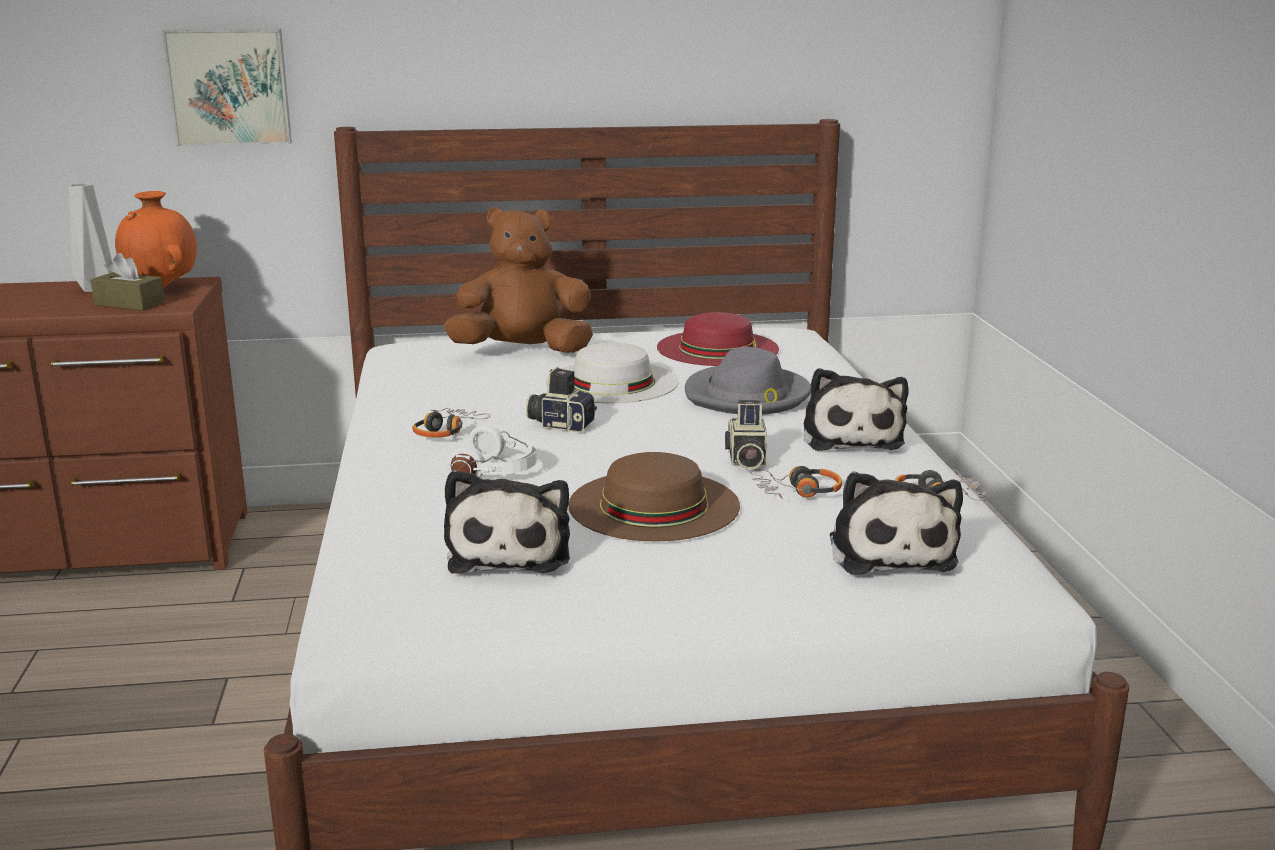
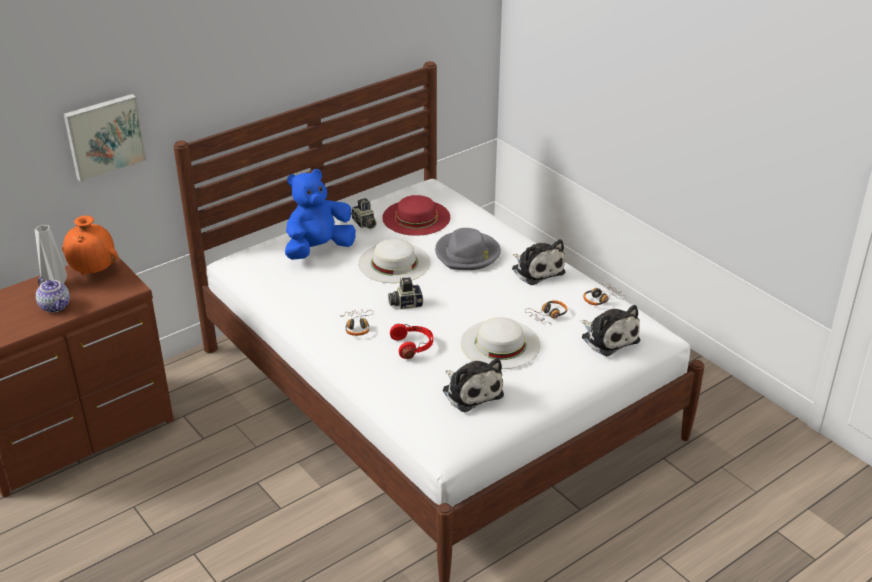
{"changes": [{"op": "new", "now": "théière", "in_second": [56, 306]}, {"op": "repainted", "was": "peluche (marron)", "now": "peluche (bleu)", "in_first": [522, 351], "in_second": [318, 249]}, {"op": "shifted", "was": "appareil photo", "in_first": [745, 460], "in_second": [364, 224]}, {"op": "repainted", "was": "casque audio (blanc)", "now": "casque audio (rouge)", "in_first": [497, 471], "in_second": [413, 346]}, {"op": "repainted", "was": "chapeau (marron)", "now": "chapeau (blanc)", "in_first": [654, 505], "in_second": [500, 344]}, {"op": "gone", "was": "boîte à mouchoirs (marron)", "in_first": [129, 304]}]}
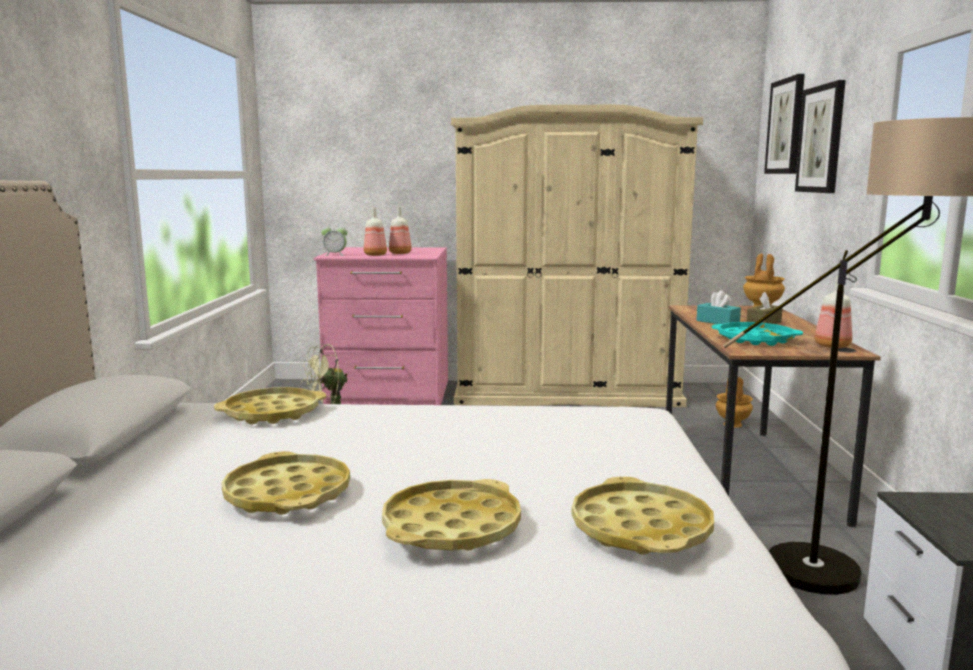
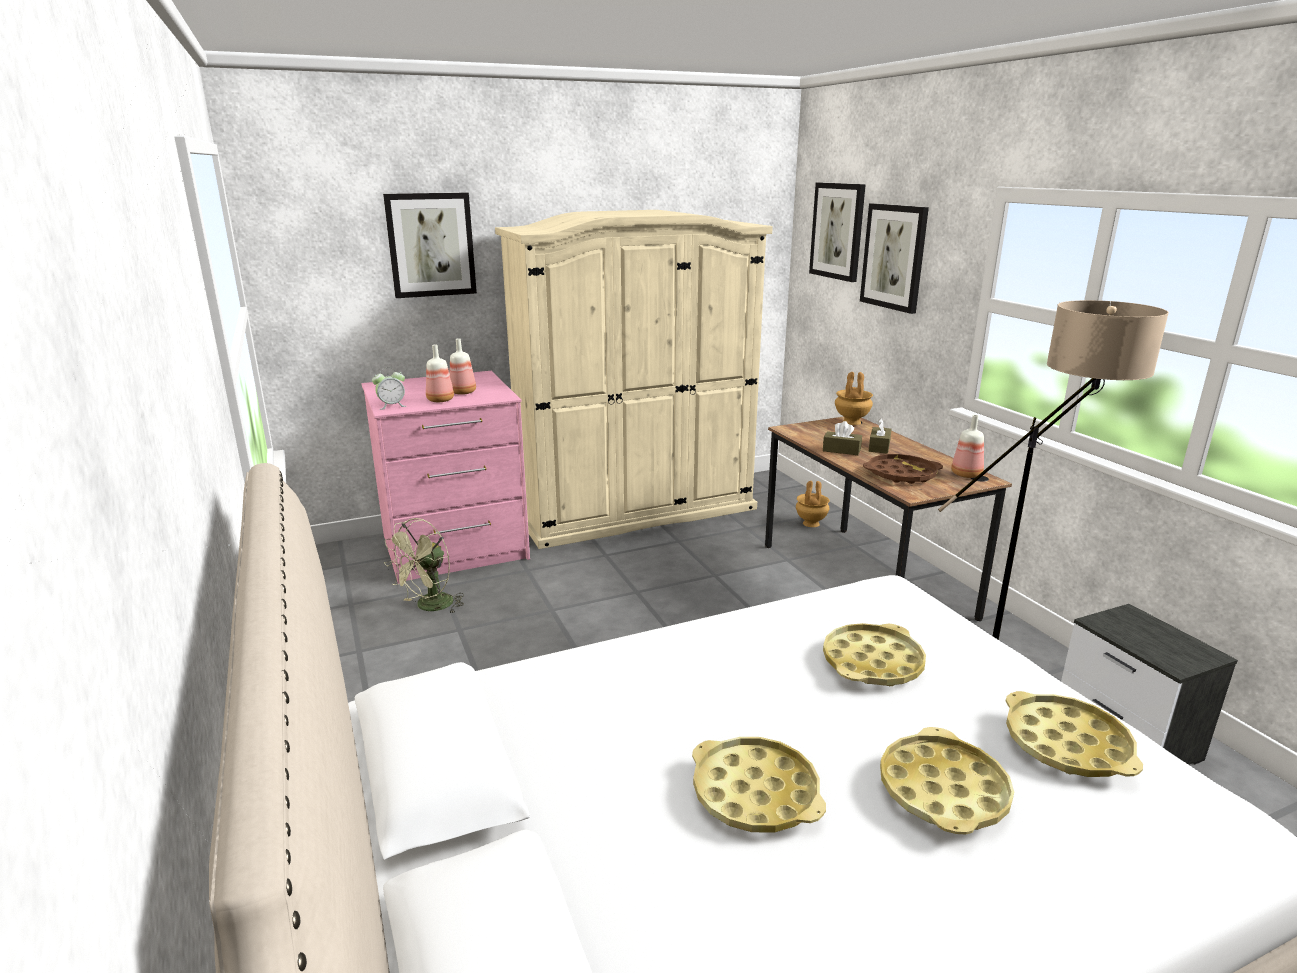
{"changes": [{"op": "new", "now": "tableau", "in_second": [431, 245]}, {"op": "repainted", "was": "boîte à mouchoirs (turquoise)", "now": "boîte à mouchoirs (marron)", "in_first": [717, 322], "in_second": [841, 450]}, {"op": "shifted", "was": "plateau (jaune)", "in_first": [272, 413], "in_second": [872, 663]}, {"op": "repainted", "was": "plateau (turquoise)", "now": "plateau (marron)", "in_first": [755, 339], "in_second": [901, 474]}]}
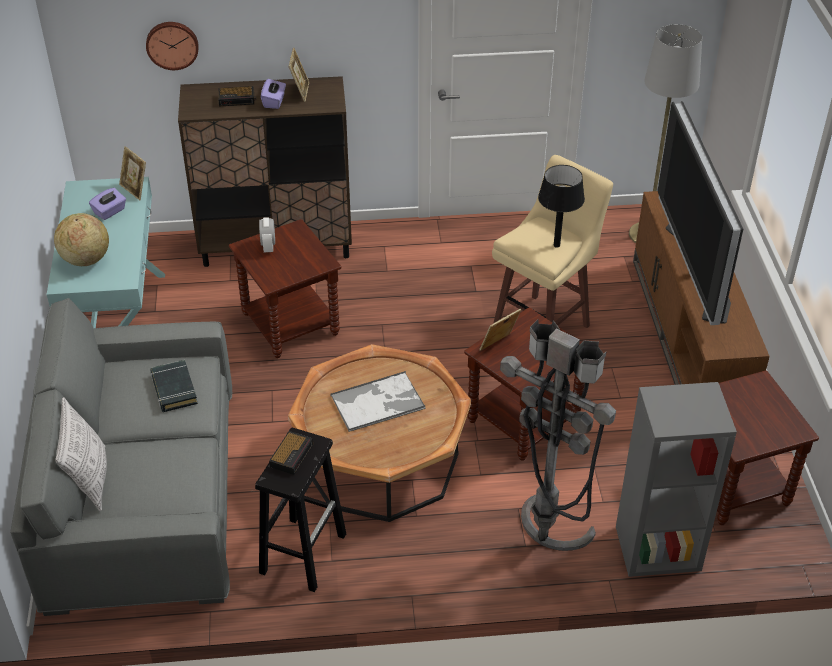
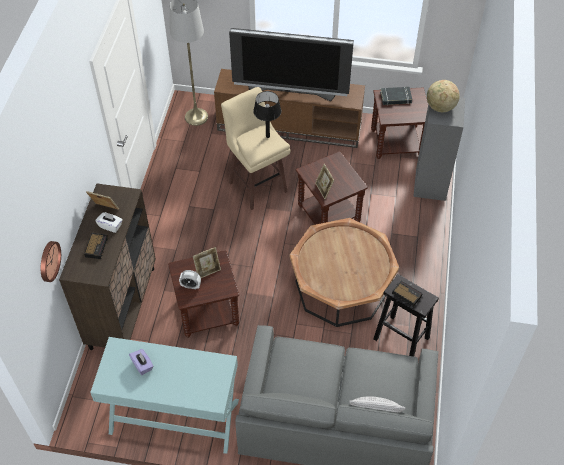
{"changes": [{"op": "repainted", "was": "boîte à mouchoirs (violet)", "now": "boîte à mouchoirs (blanc)", "in_first": [274, 101], "in_second": [110, 226]}, {"op": "shifted", "was": "cadre photo", "in_first": [135, 189], "in_second": [208, 271]}, {"op": "shifted", "was": "livre (noir)", "in_first": [174, 389], "in_second": [395, 98]}, {"op": "shifted", "was": "globe", "in_first": [86, 260], "in_second": [440, 107]}, {"op": "gone", "was": "plateau", "in_first": [378, 402]}, {"op": "gone", "was": "lampadaire (gris)", "in_first": [545, 537]}]}
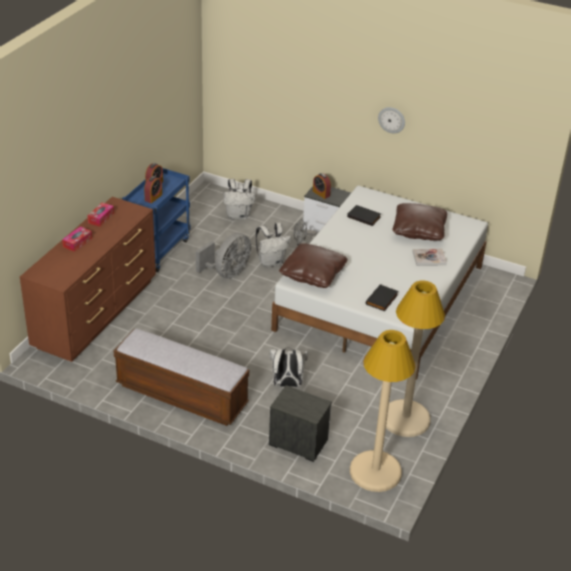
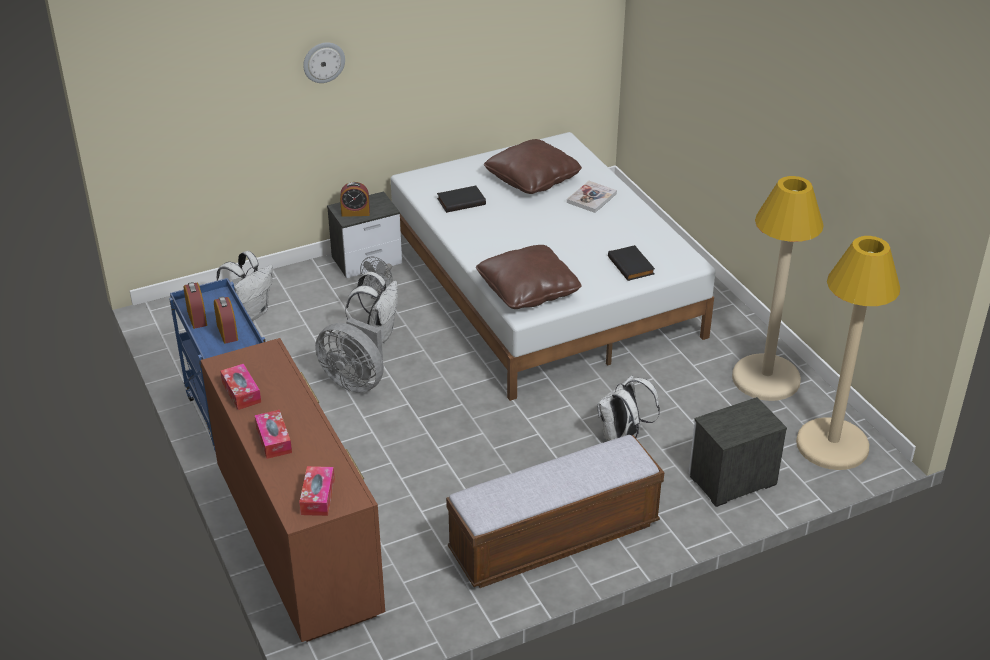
{"changes": [{"op": "new", "now": "boîte à mouchoirs", "in_second": [318, 497]}, {"op": "shifted", "was": "horloge murale", "in_first": [391, 119], "in_second": [323, 62]}, {"op": "rotated", "was": "ventilateur (gris)", "in_first": [227, 273], "in_second": [355, 381], "clockwise": 135}]}
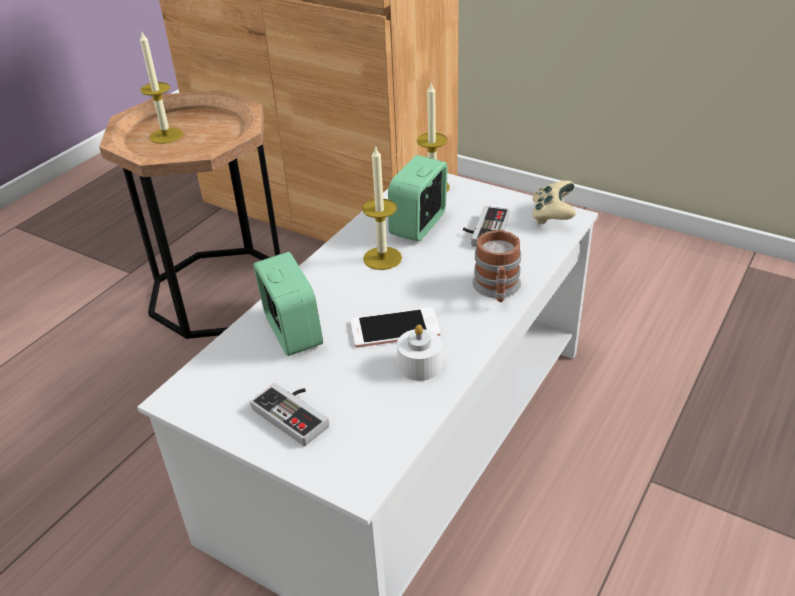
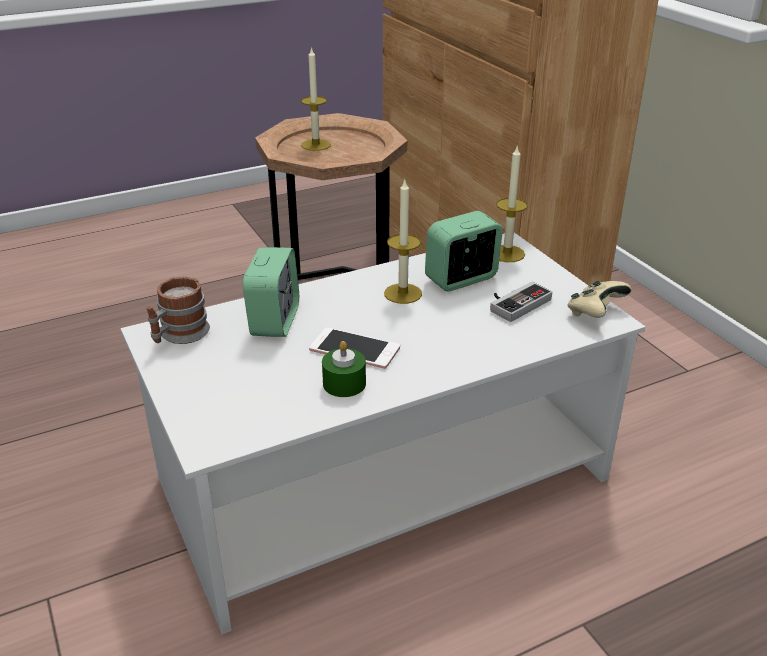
{"changes": [{"op": "shifted", "was": "mug", "in_first": [497, 289], "in_second": [179, 335]}, {"op": "repainted", "was": "bougie (blanc)", "now": "bougie (vert)", "in_first": [419, 365], "in_second": [344, 384]}, {"op": "gone", "was": "manette", "in_first": [296, 413]}]}
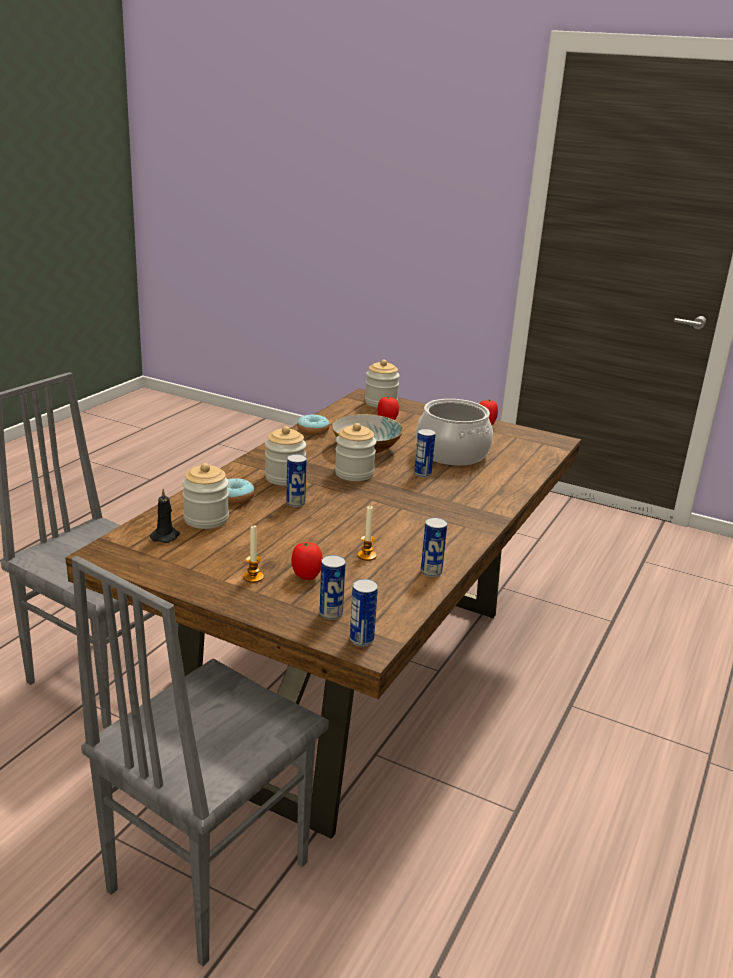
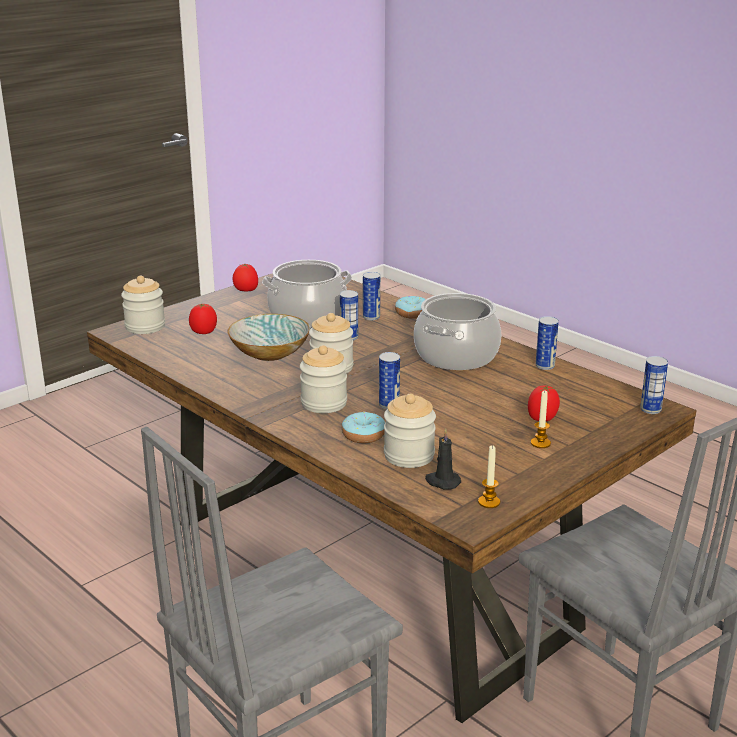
{"changes": [{"op": "shifted", "was": "boîte métallique", "in_first": [331, 613], "in_second": [371, 317]}, {"op": "shifted", "was": "beignet", "in_first": [313, 430], "in_second": [412, 313]}, {"op": "new", "now": "marmite", "in_second": [456, 355]}, {"op": "shifted", "was": "bougie", "in_first": [366, 556], "in_second": [489, 502]}]}
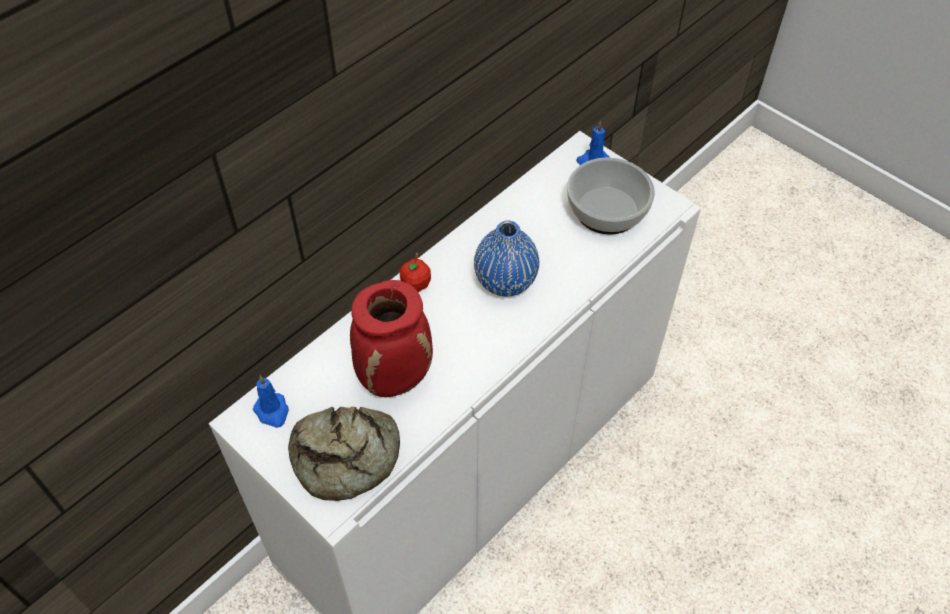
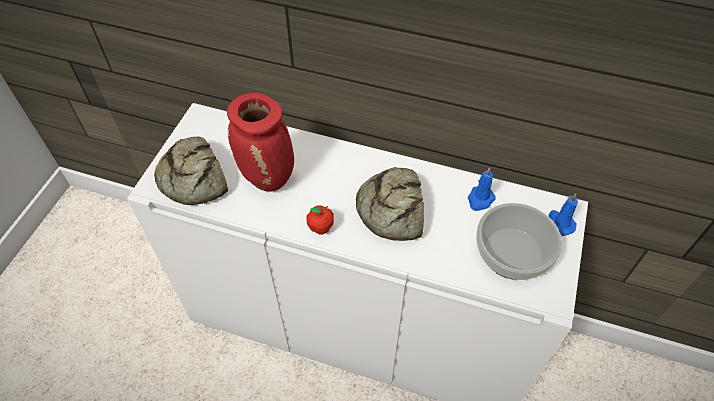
{"changes": [{"op": "shifted", "was": "pomme", "in_first": [416, 285], "in_second": [321, 227]}, {"op": "swapped", "was": "vase (bleu)", "now": "pain", "in_first": [505, 281], "in_second": [392, 209]}, {"op": "shifted", "was": "bougie (bleu)", "in_first": [272, 411], "in_second": [480, 199]}]}
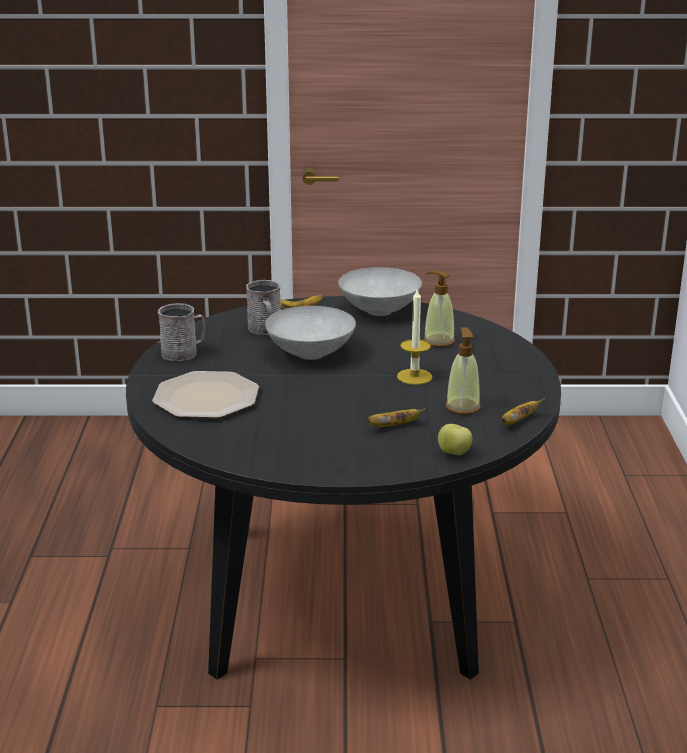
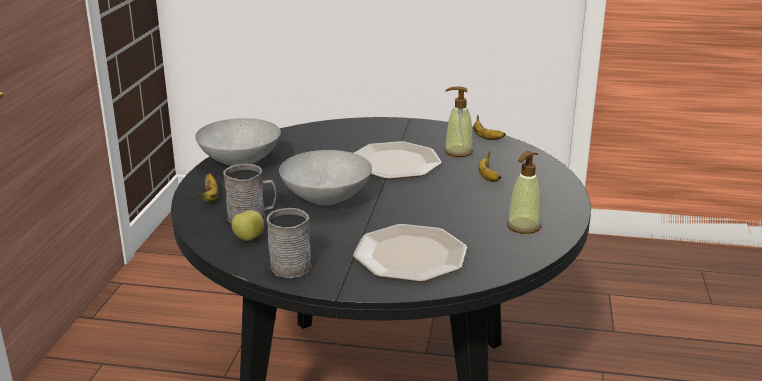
{"changes": [{"op": "shifted", "was": "pomme", "in_first": [454, 454], "in_second": [248, 238]}, {"op": "swapped", "was": "bougie", "now": "assiette", "in_first": [414, 377], "in_second": [395, 162]}, {"op": "shifted", "was": "distributeur de savon", "in_first": [438, 341], "in_second": [523, 226]}]}
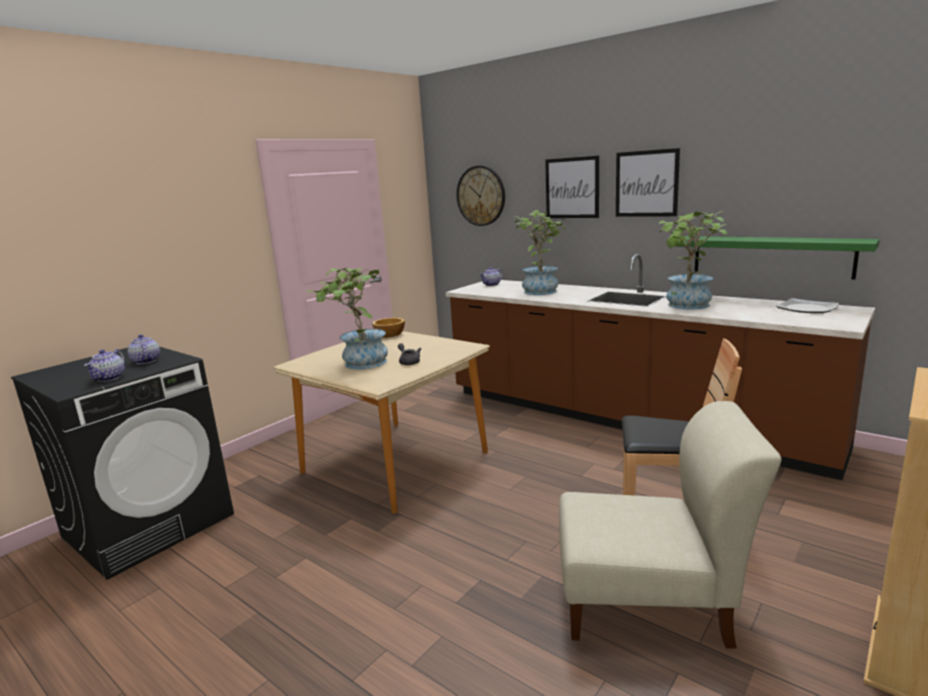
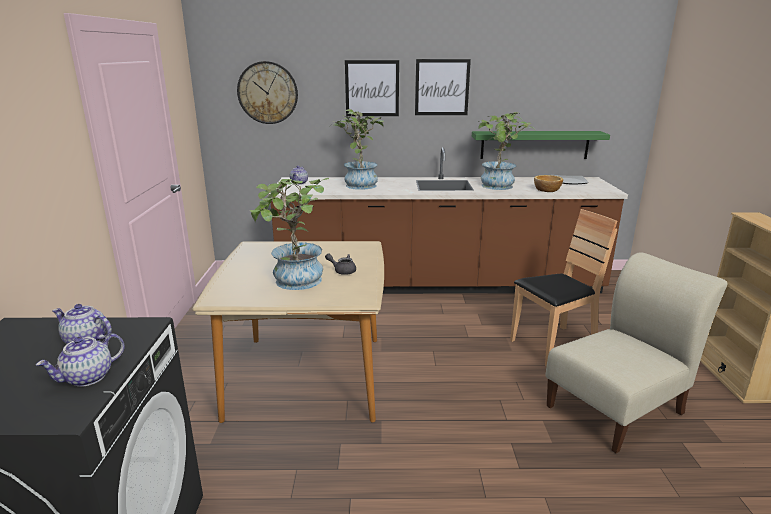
{"changes": [{"op": "rotated", "was": "théière", "in_first": [109, 378], "in_second": [88, 378], "clockwise": 75}, {"op": "shifted", "was": "bol", "in_first": [389, 335], "in_second": [547, 190]}]}
